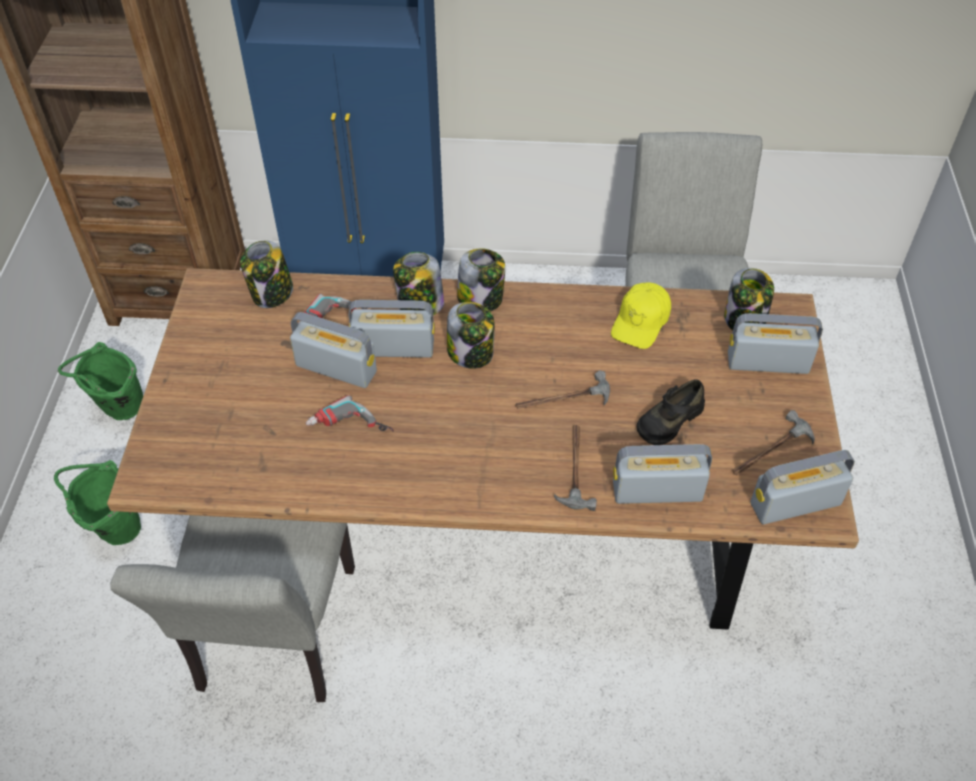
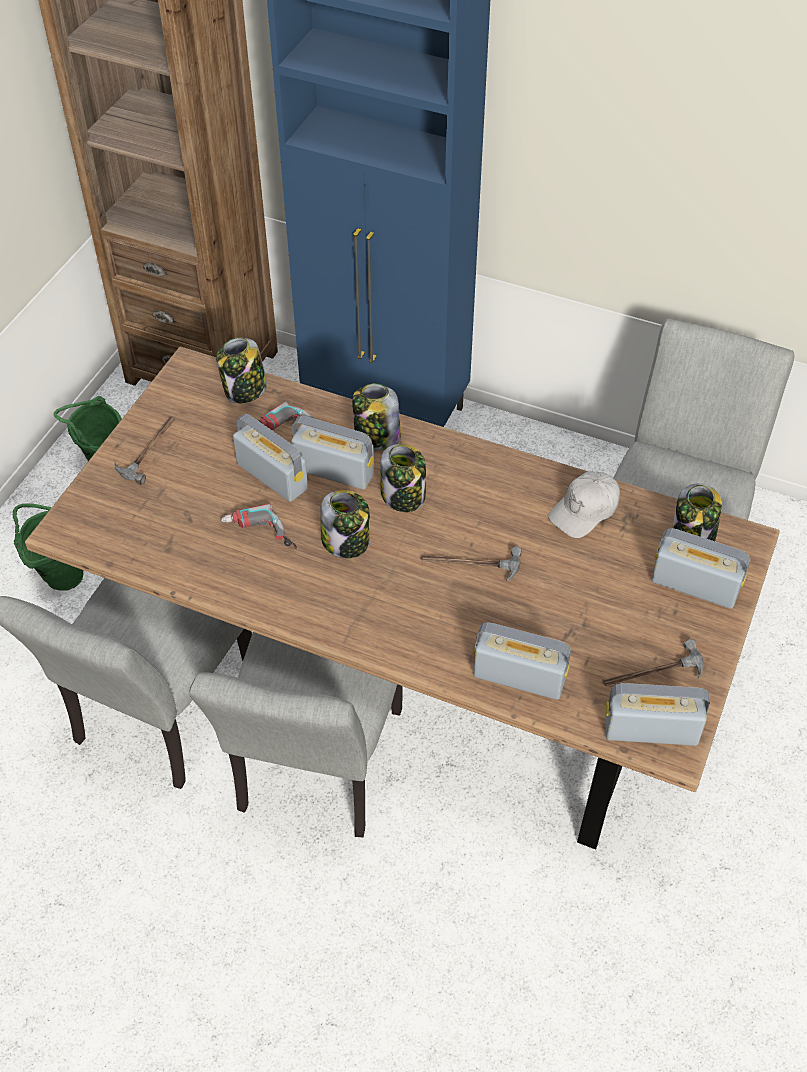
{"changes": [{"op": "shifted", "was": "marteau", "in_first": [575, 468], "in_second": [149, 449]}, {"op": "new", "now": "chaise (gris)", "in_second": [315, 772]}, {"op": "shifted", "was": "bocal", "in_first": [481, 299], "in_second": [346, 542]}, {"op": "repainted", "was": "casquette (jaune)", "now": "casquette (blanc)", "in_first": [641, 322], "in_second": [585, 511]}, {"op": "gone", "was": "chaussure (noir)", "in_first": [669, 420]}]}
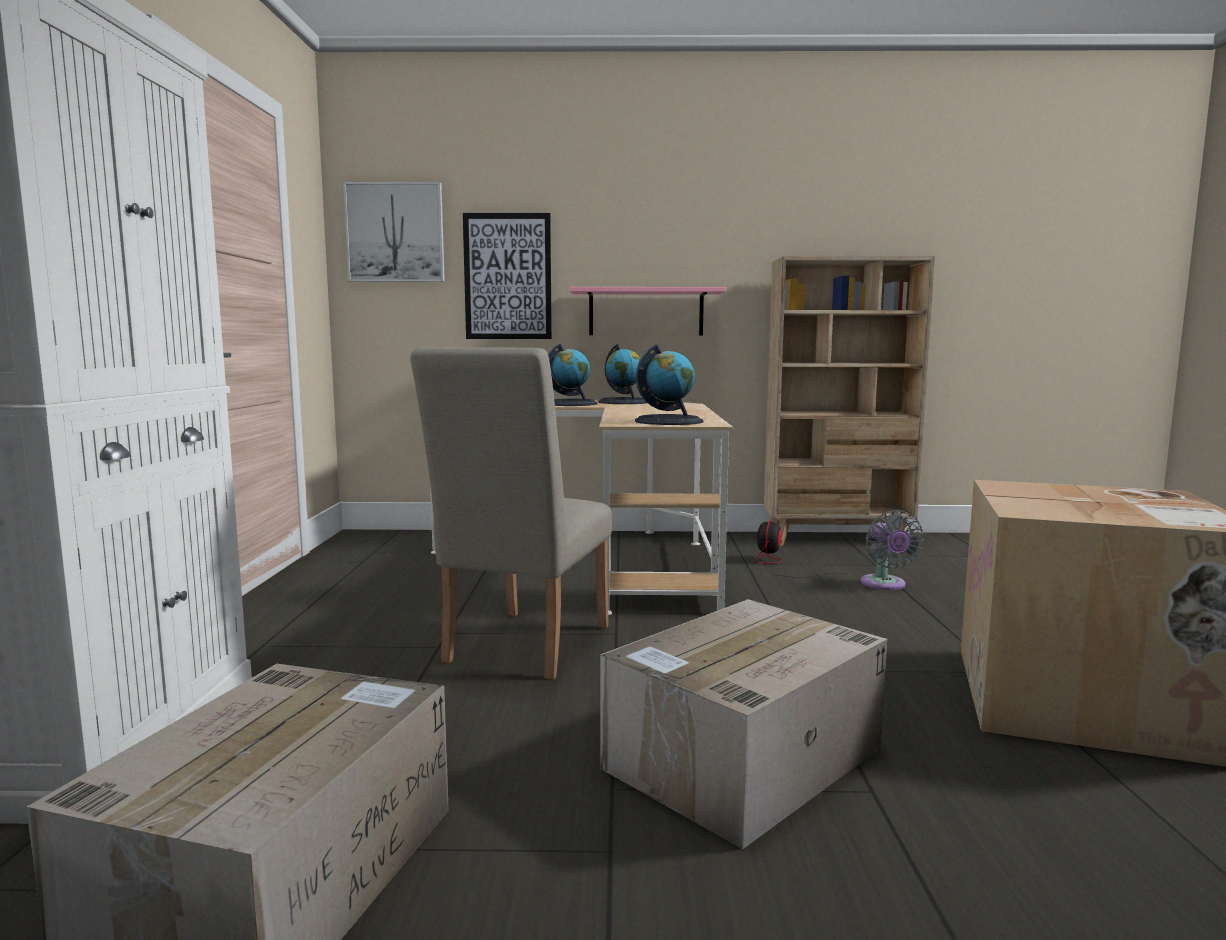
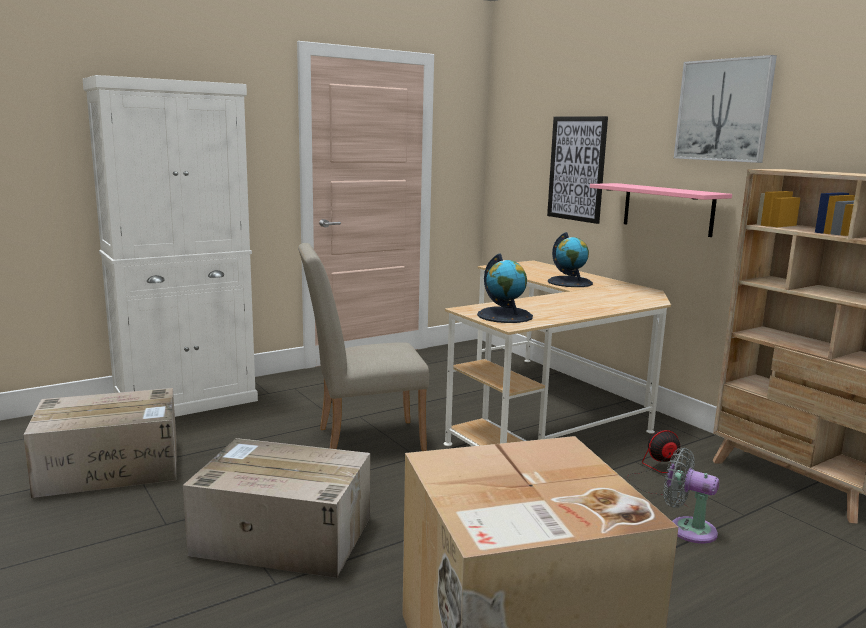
{"changes": [{"op": "rotated", "was": "ventilateur (gris)", "in_first": [885, 585], "in_second": [687, 529], "clockwise": 75}, {"op": "shifted", "was": "tableau", "in_first": [395, 233], "in_second": [723, 110]}, {"op": "gone", "was": "globe", "in_first": [624, 402]}]}
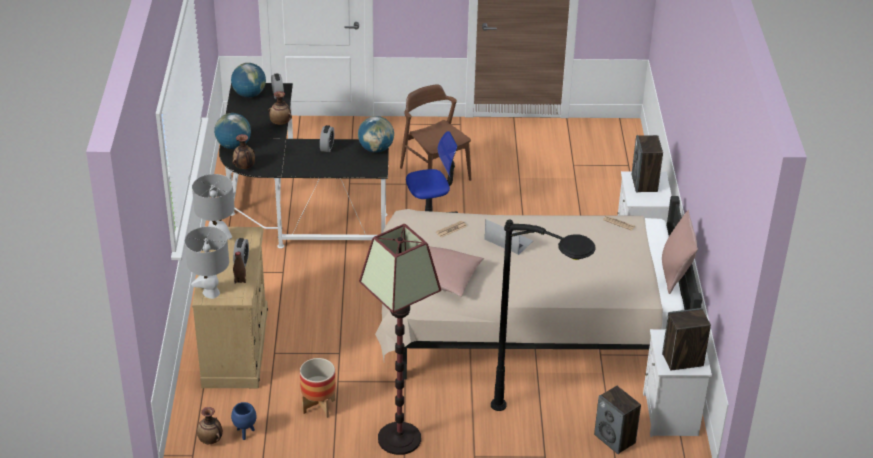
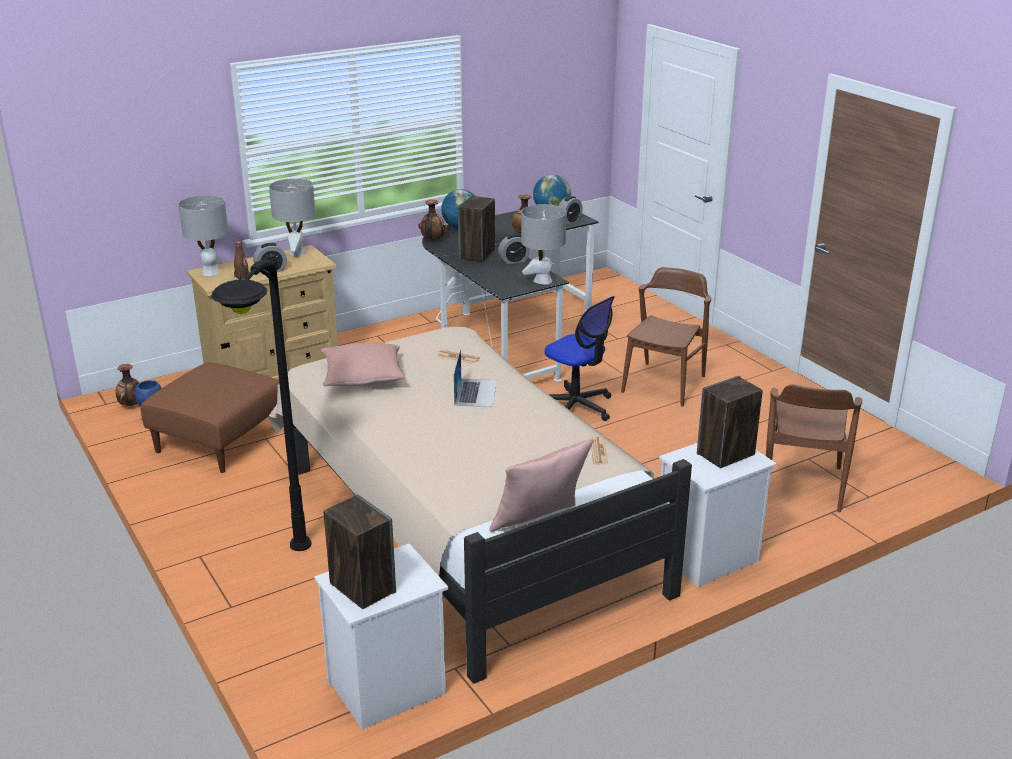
{"changes": [{"op": "swapped", "was": "cache-pot", "now": "pouf (marron)", "in_first": [318, 406], "in_second": [218, 440]}, {"op": "shifted", "was": "enceinte", "in_first": [615, 439], "in_second": [477, 255]}, {"op": "swapped", "was": "globe", "now": "lampe de table (gris)", "in_first": [376, 149], "in_second": [542, 281]}, {"op": "new", "now": "chaise (marron)", "in_second": [801, 485]}, {"op": "gone", "was": "lampadaire", "in_first": [399, 439]}]}
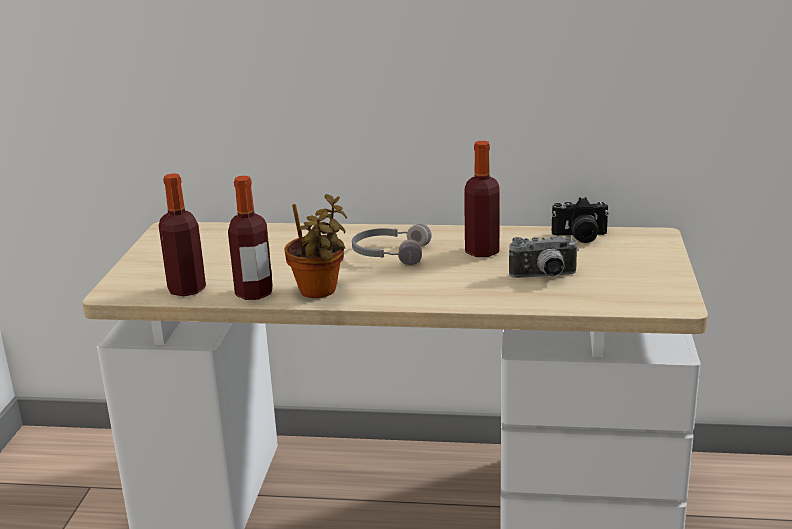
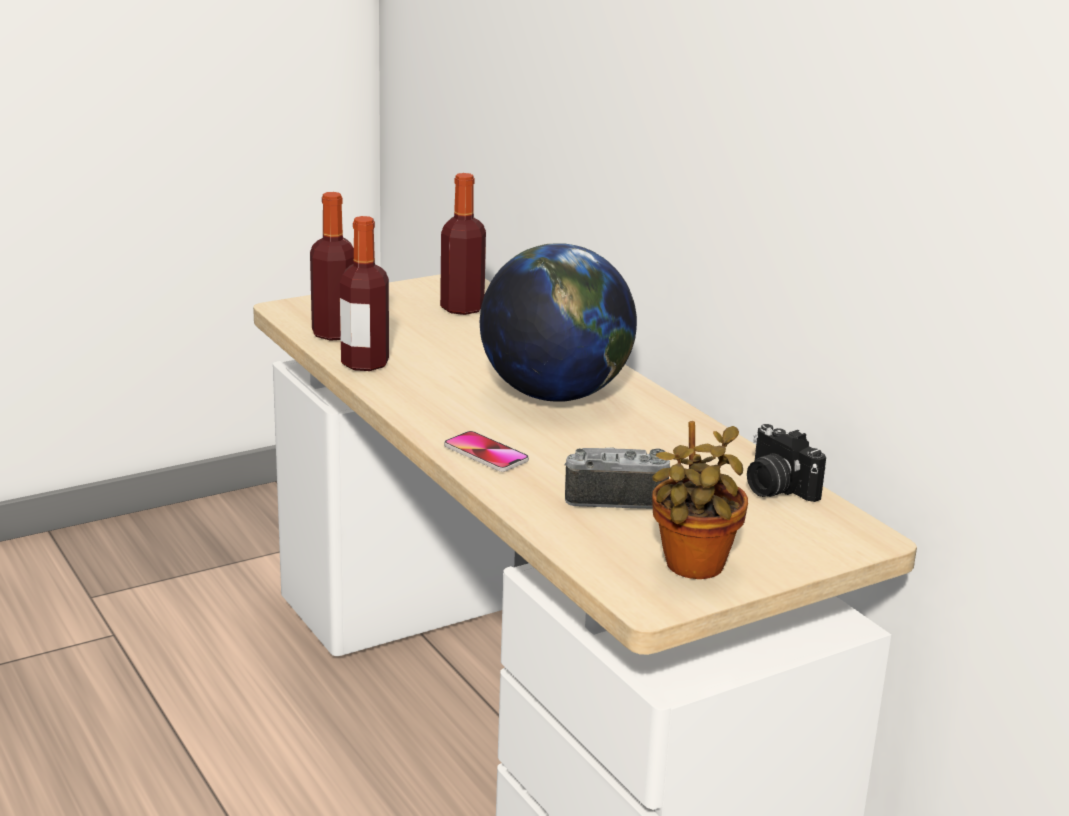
{"changes": [{"op": "shifted", "was": "bouteille", "in_first": [482, 251], "in_second": [462, 308]}, {"op": "new", "now": "téléphone", "in_second": [486, 453]}, {"op": "swapped", "was": "casque audio (gris)", "now": "globe", "in_first": [390, 253], "in_second": [555, 396]}, {"op": "rotated", "was": "appareil photo", "in_first": [544, 277], "in_second": [615, 497], "clockwise": 135}, {"op": "shifted", "was": "plante en pot", "in_first": [320, 292], "in_second": [692, 568]}]}
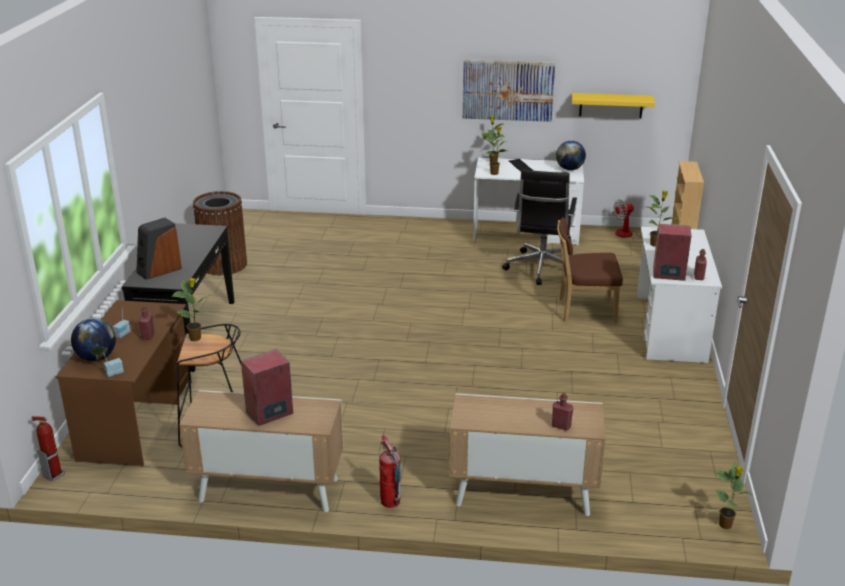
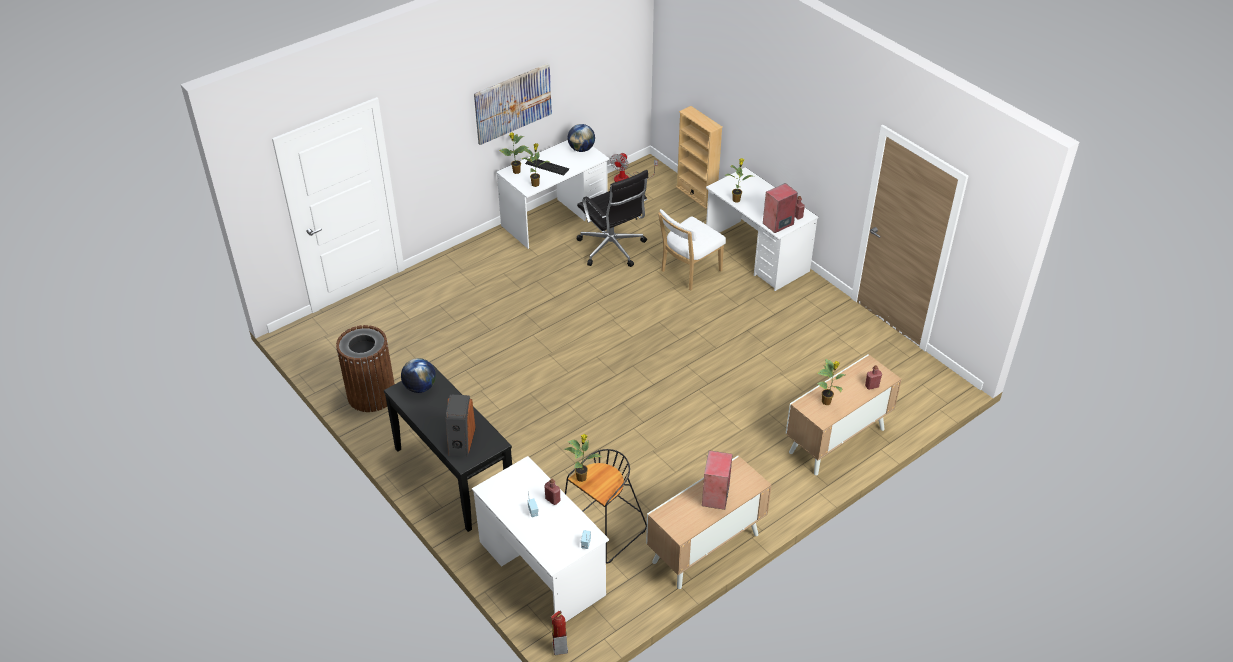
{"changes": [{"op": "shifted", "was": "globe", "in_first": [96, 357], "in_second": [420, 387]}, {"op": "repainted", "was": "bureau (marron)", "now": "bureau (blanc)", "in_first": [137, 419], "in_second": [541, 568]}, {"op": "repainted", "was": "chaise (marron)", "now": "chaise (blanc)", "in_first": [584, 310], "in_second": [688, 272]}, {"op": "shifted", "was": "plante en pot", "in_first": [726, 525], "in_second": [827, 402]}, {"op": "gone", "was": "extincteur", "in_first": [390, 502]}, {"op": "gone", "was": "étagère (jaune)", "in_first": [611, 105]}]}
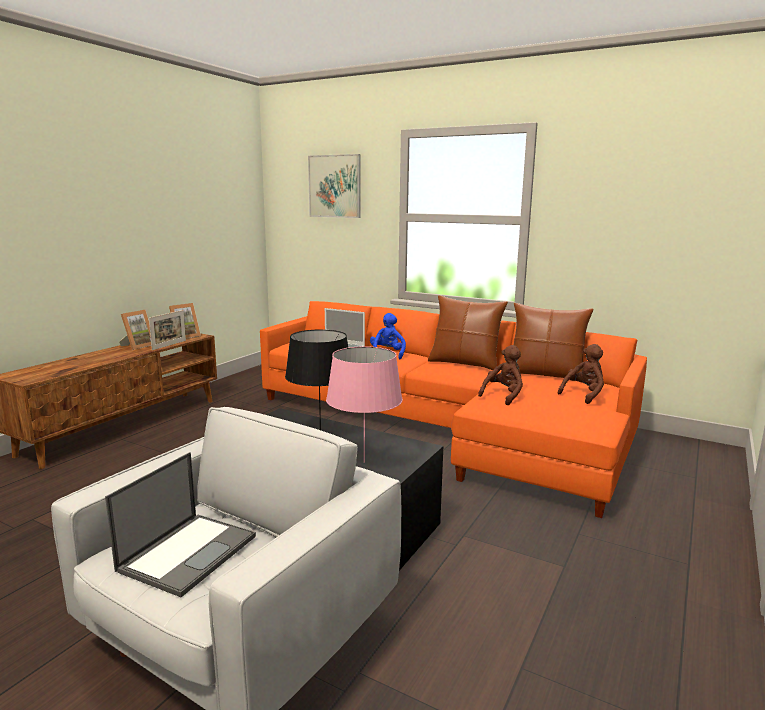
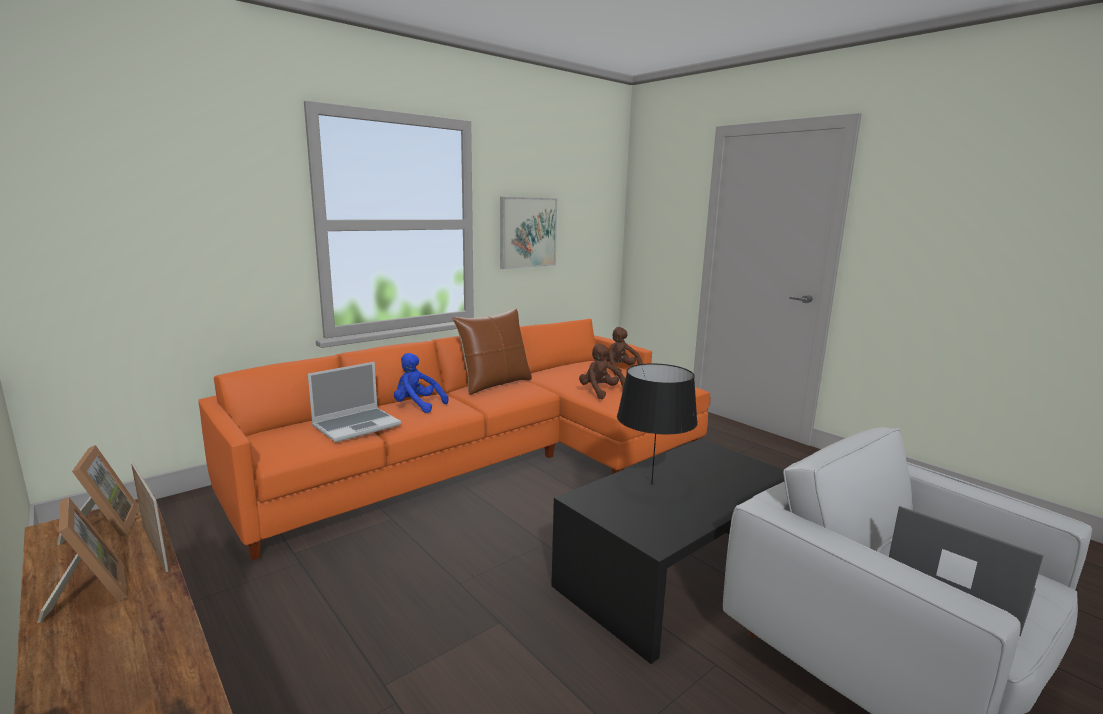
{"changes": [{"op": "shifted", "was": "tableau", "in_first": [335, 186], "in_second": [528, 232]}, {"op": "gone", "was": "lampe de table (rose)", "in_first": [364, 462]}, {"op": "gone", "was": "coussin (marron)", "in_first": [545, 375]}]}
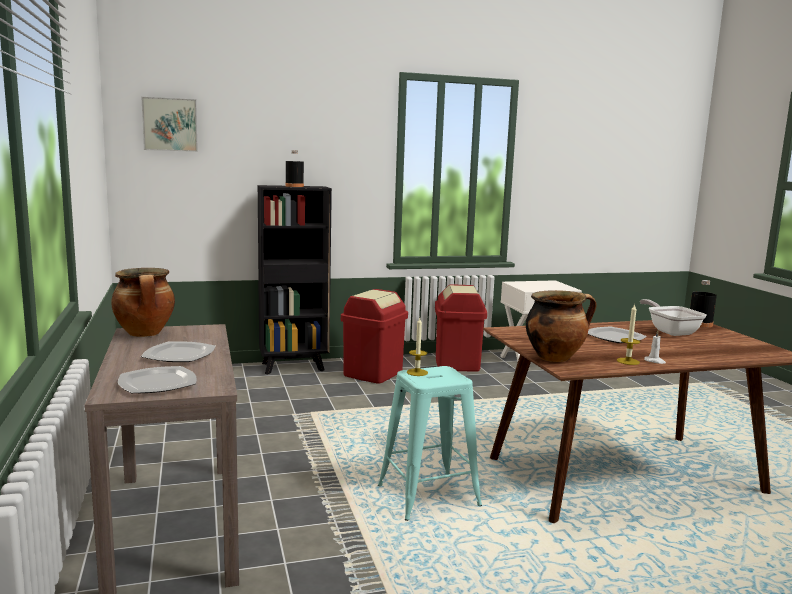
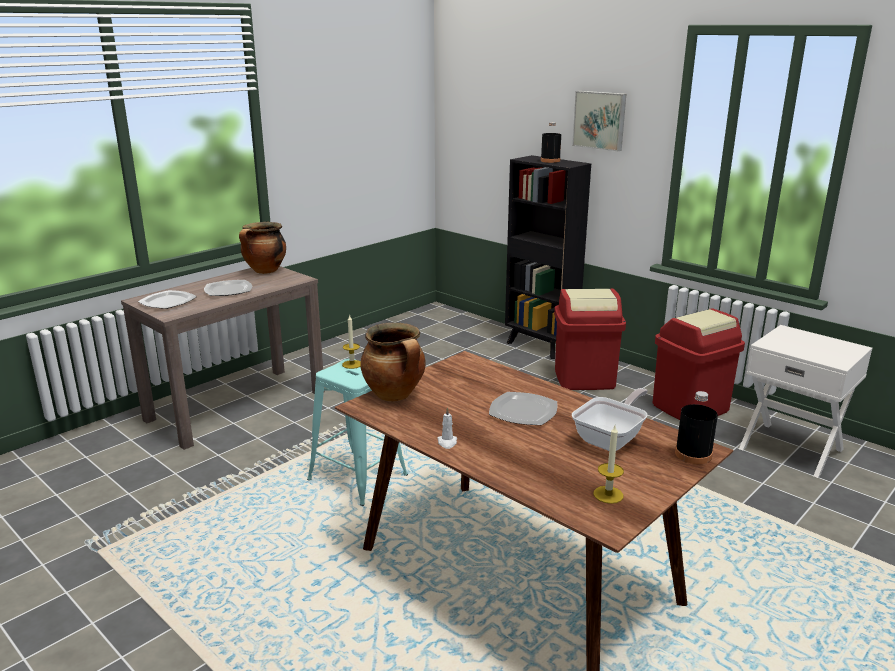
{"changes": [{"op": "shifted", "was": "tableau", "in_first": [170, 124], "in_second": [600, 120]}, {"op": "shifted", "was": "bougie", "in_first": [628, 361], "in_second": [608, 494]}]}
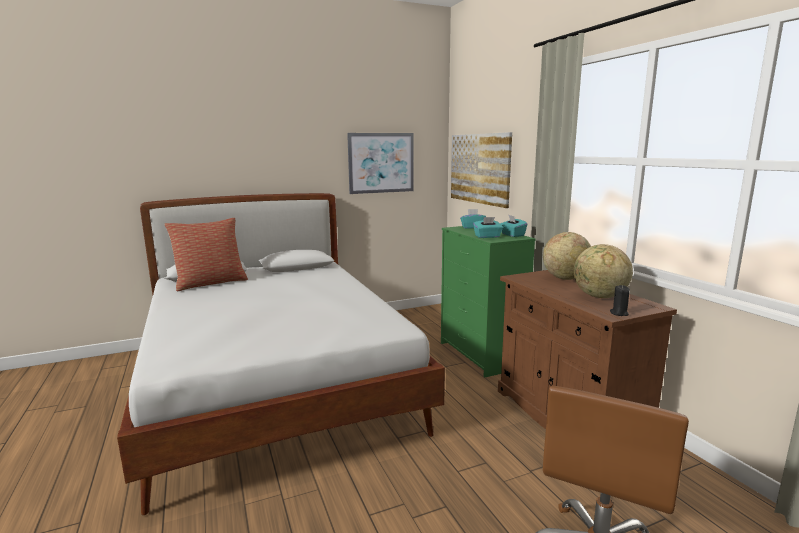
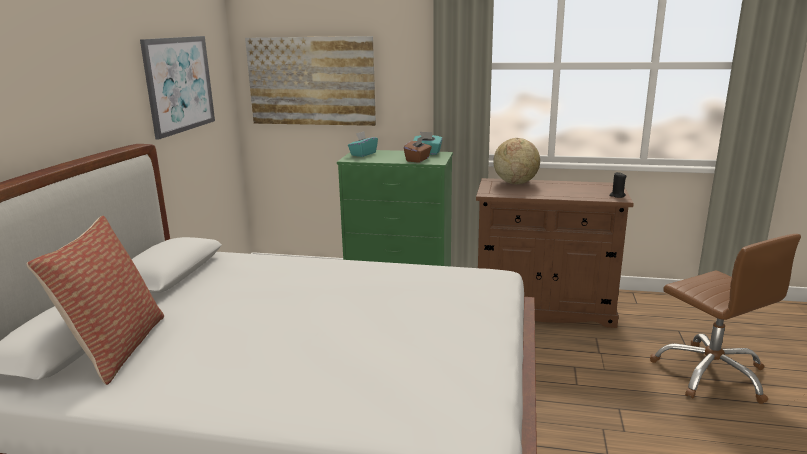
{"changes": [{"op": "repainted", "was": "boîte à mouchoirs (turquoise)", "now": "boîte à mouchoirs (marron)", "in_first": [487, 236], "in_second": [418, 160]}, {"op": "gone", "was": "globe", "in_first": [599, 297]}]}
